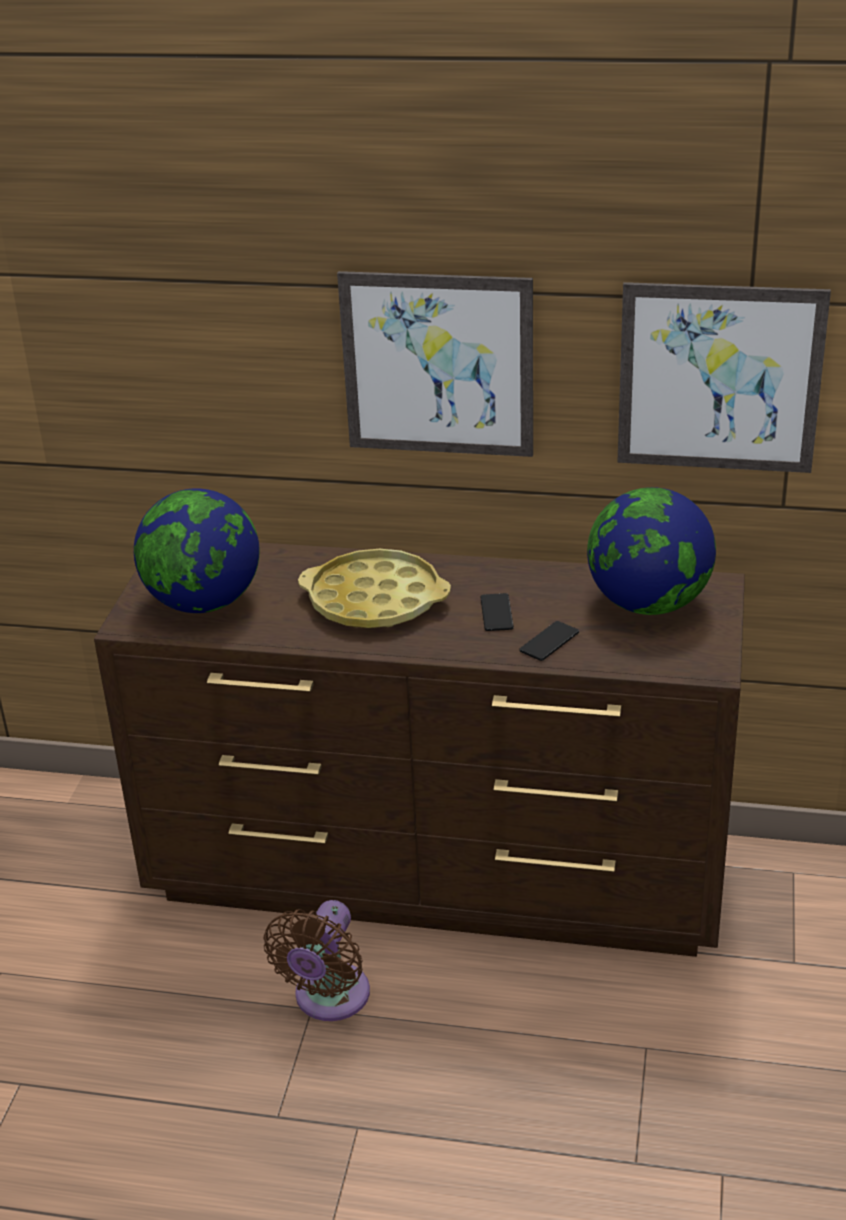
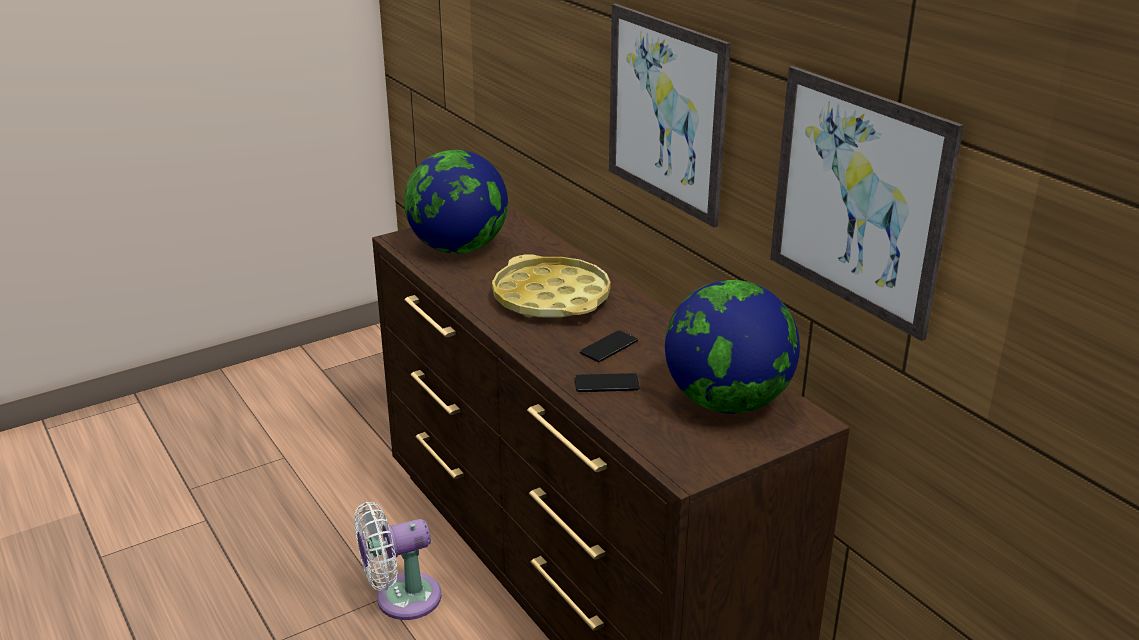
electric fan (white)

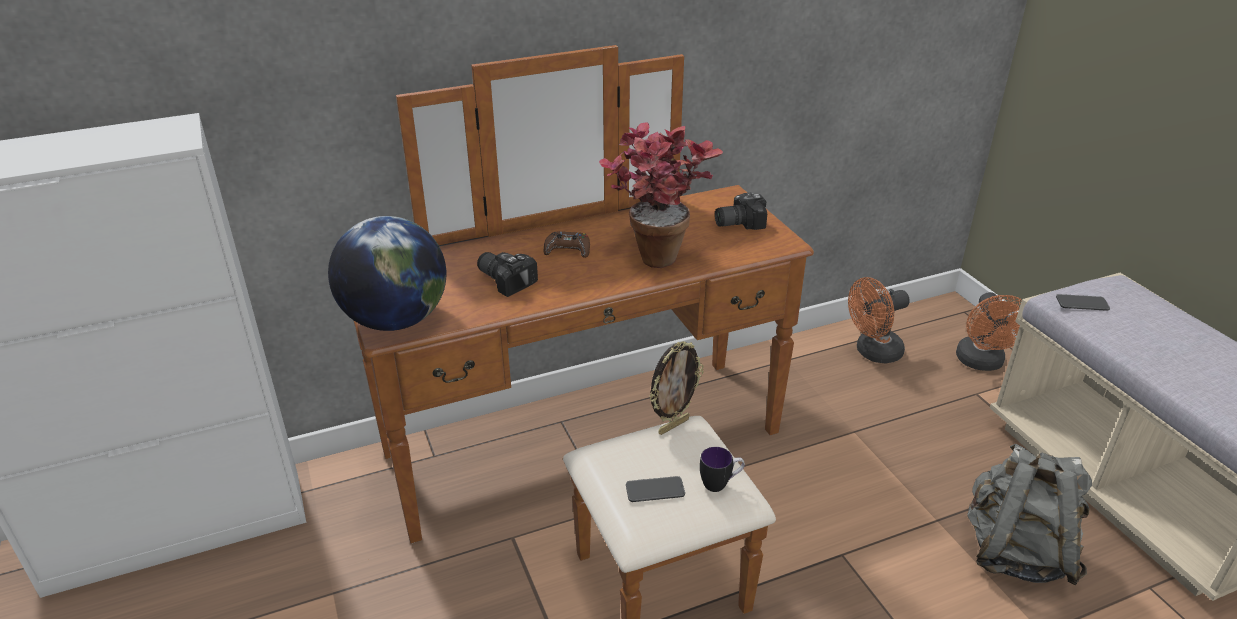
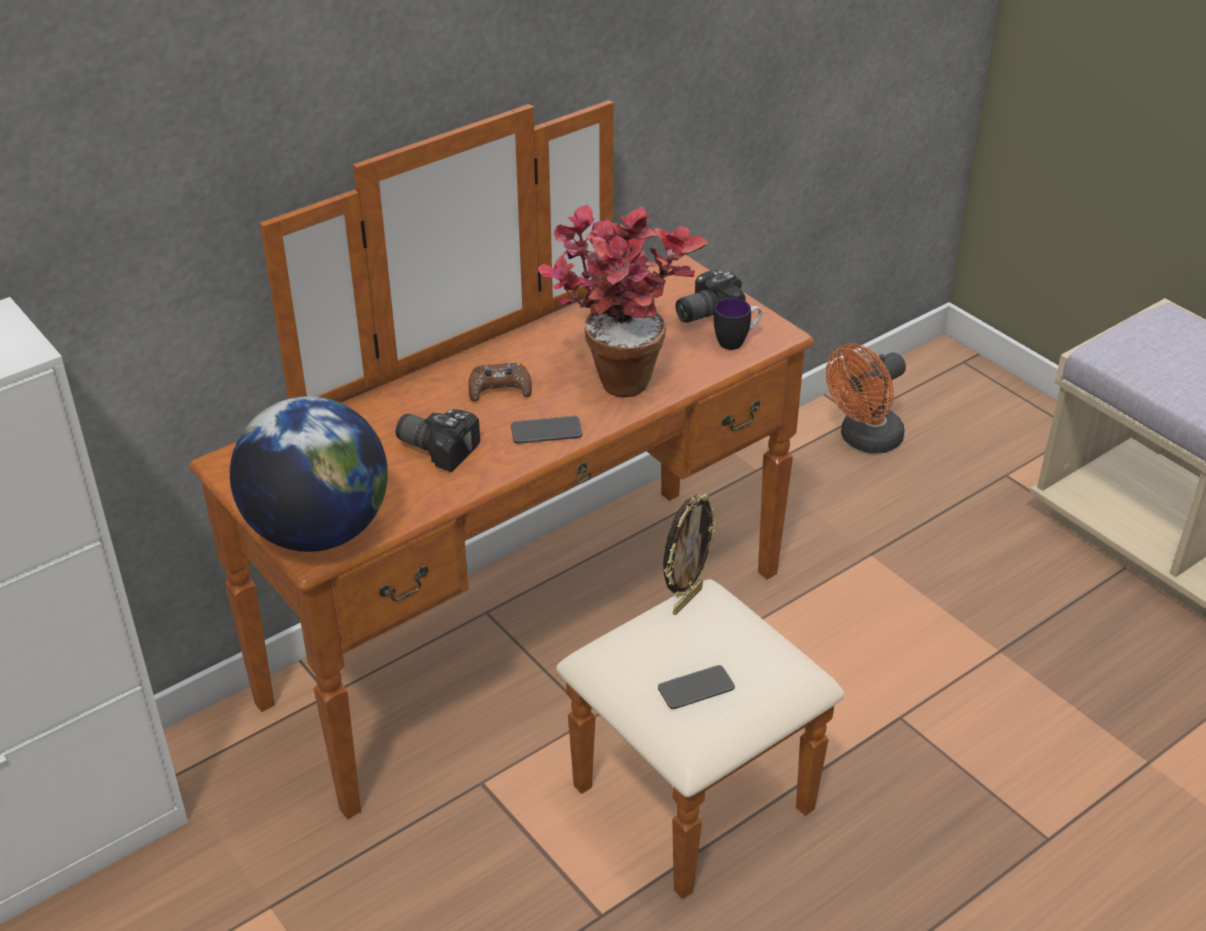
electric fan (orange) (no. 2 from left in the first image)
handset (no. 1 from left)
backpack (grey)
tea mug

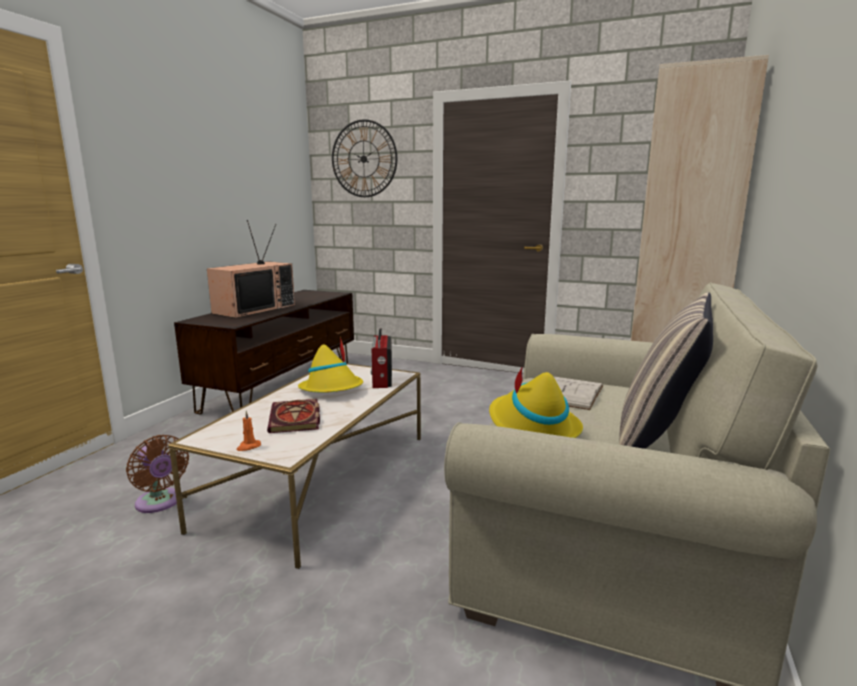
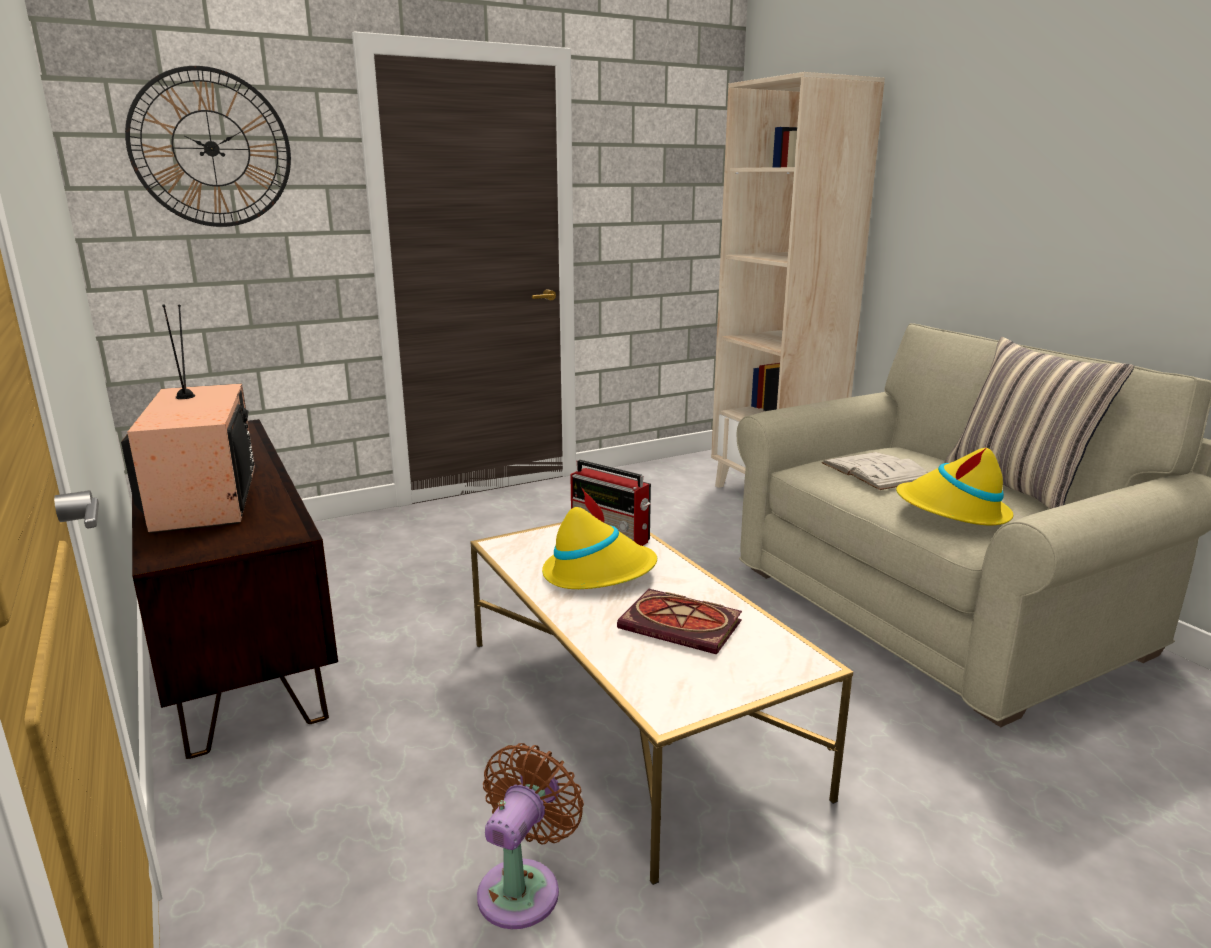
candle (orange)
electric fan (brown)

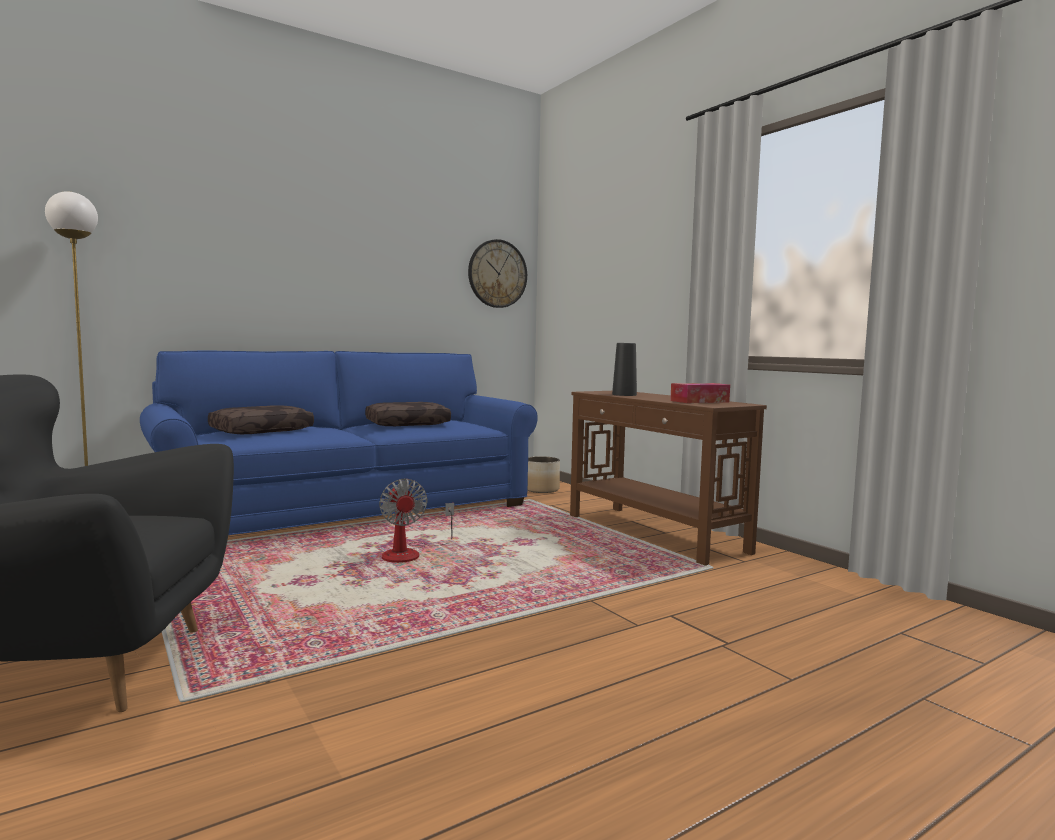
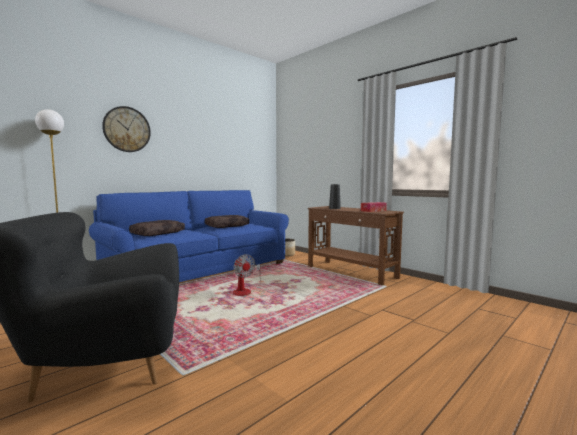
wall clock

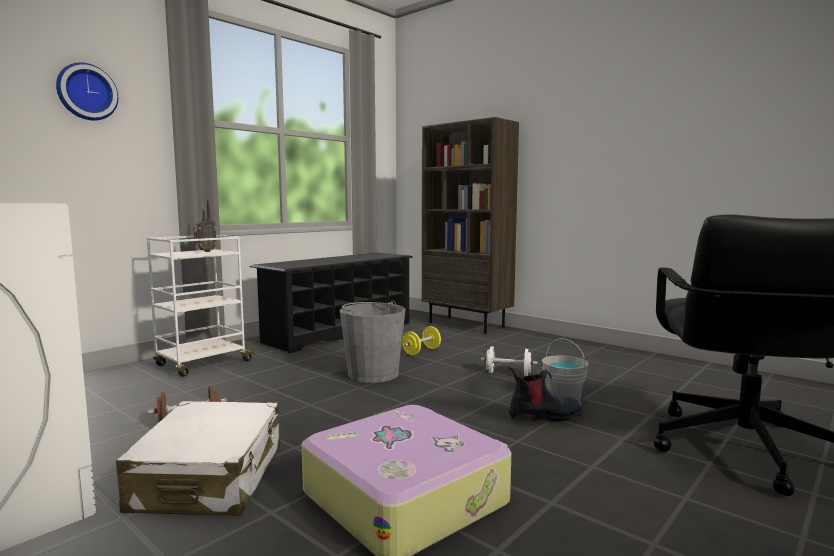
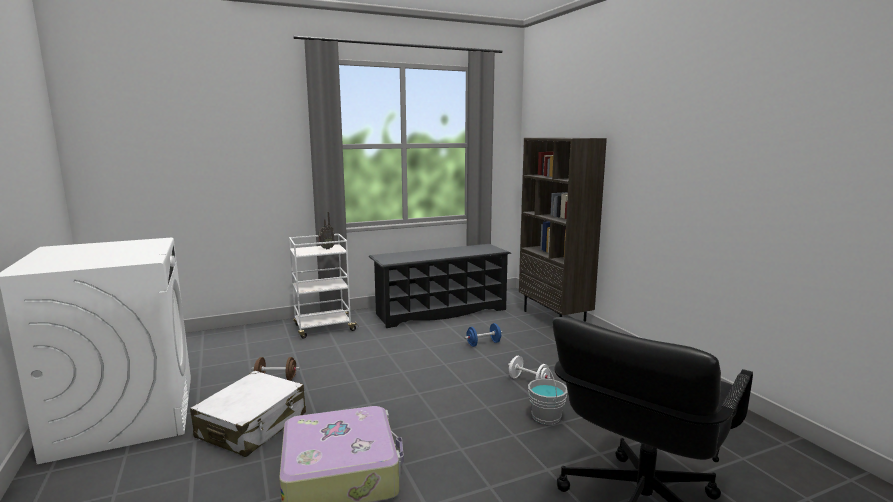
wall clock
pail (grey) (no. 1 from left in the first image)
free weight (bluish)
high-top boot

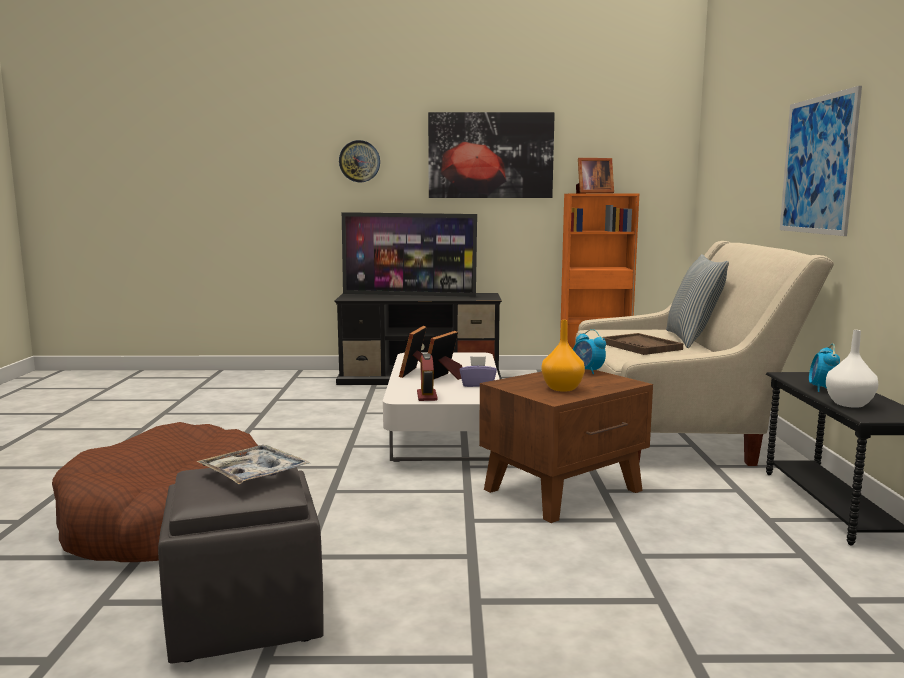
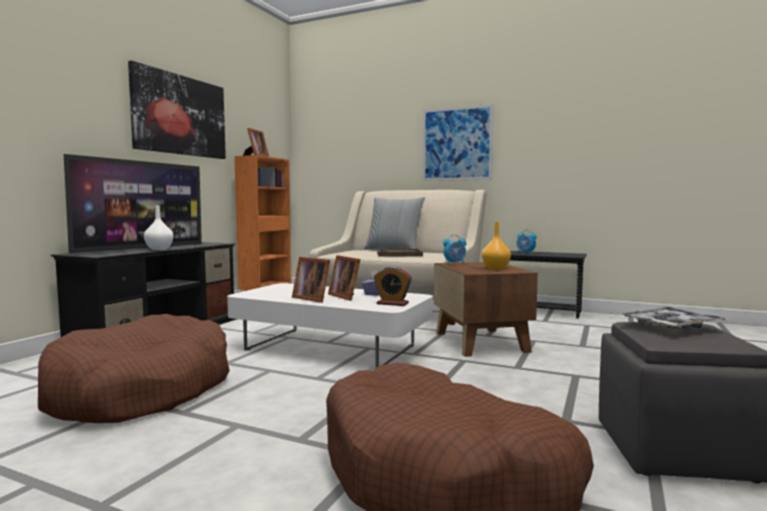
wall clock
vase (white)
pet bed (brown) (no. 1 from left)

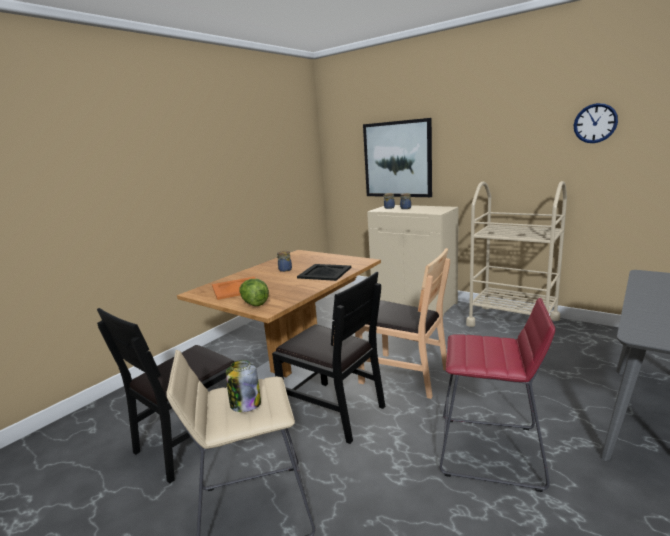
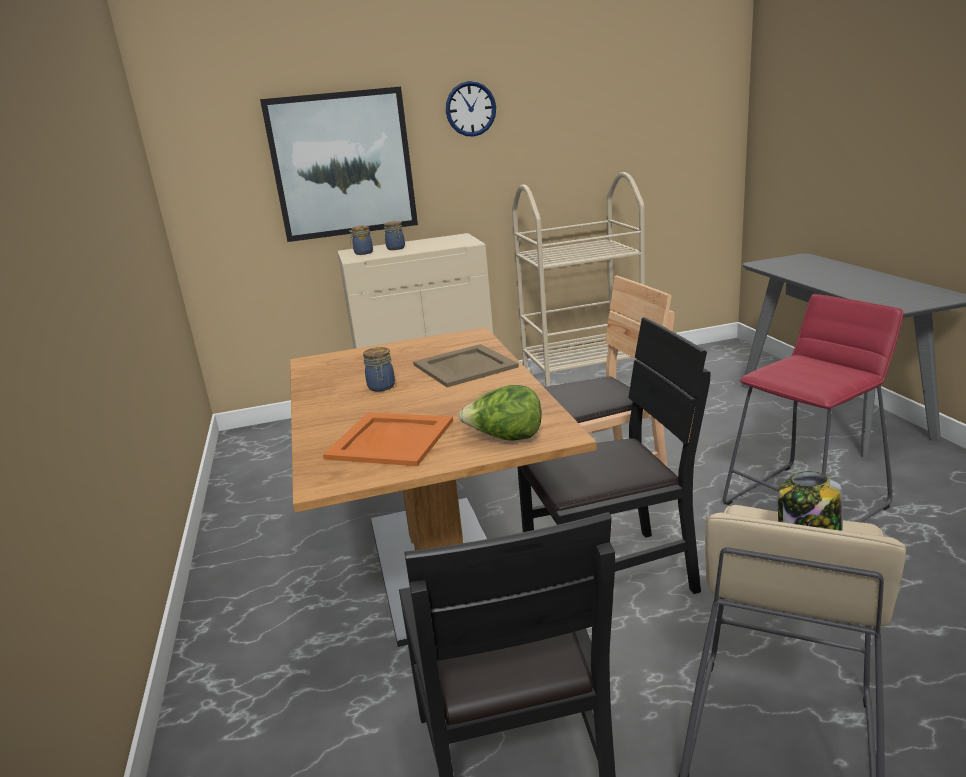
wall clock
serving tray (beige-coloured)

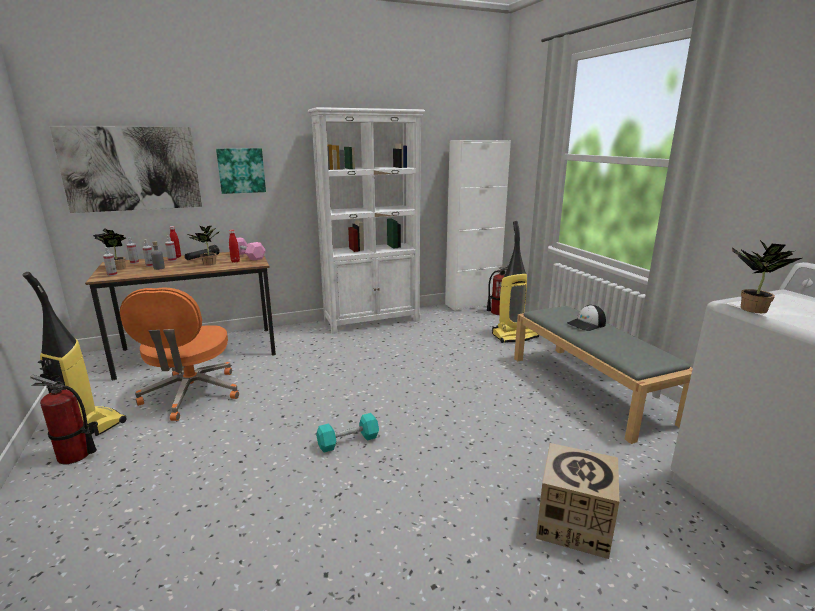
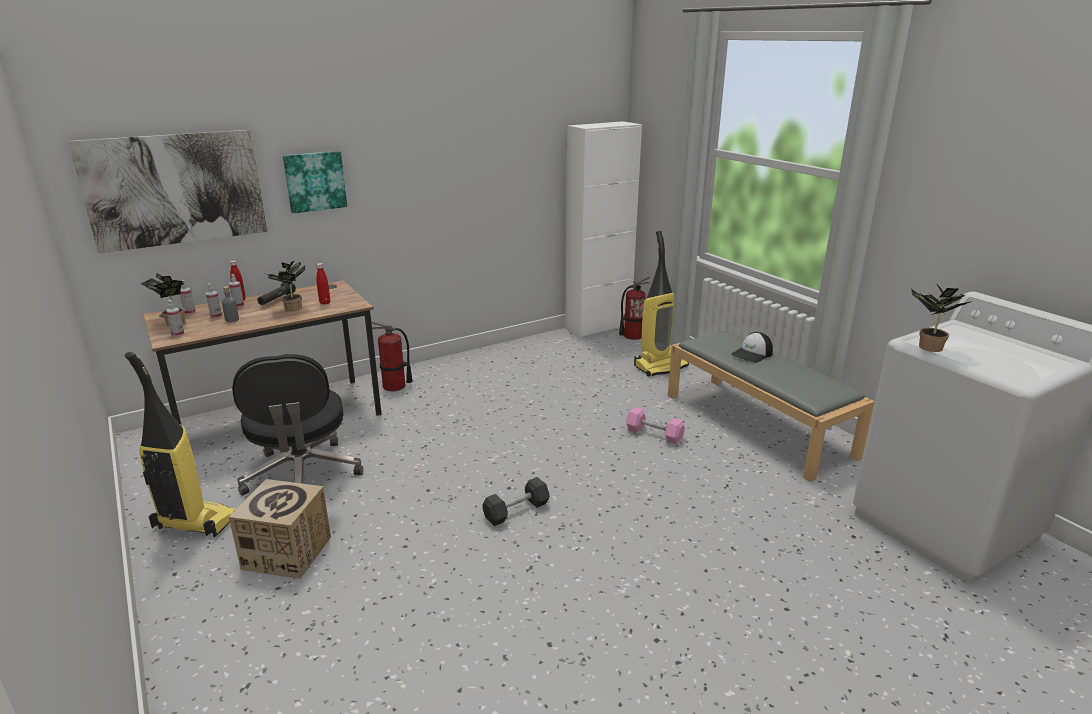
bookcase (white)
free weight (pink-coloured)
office chair (blackish)
fire-fighting cylinder (no. 1 from left)
free weight (blackish)
carton

